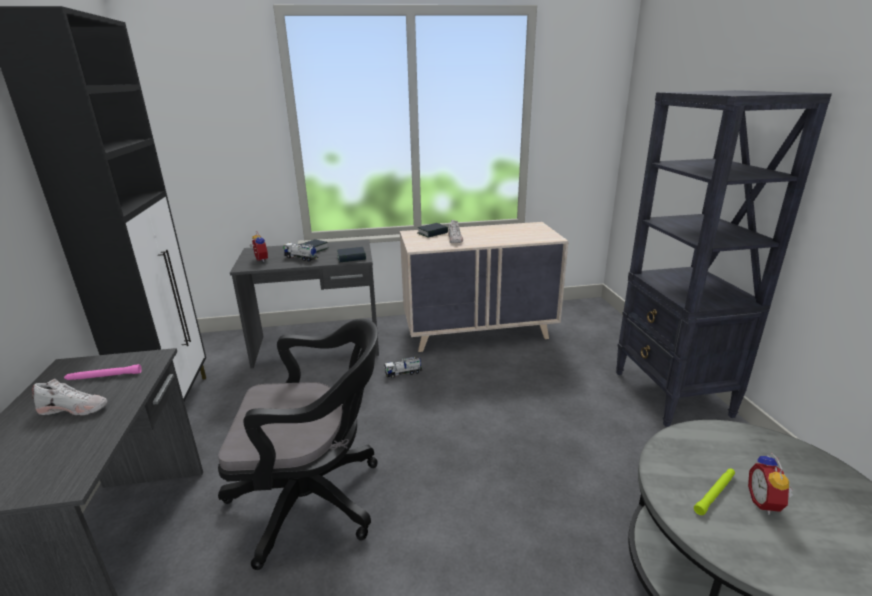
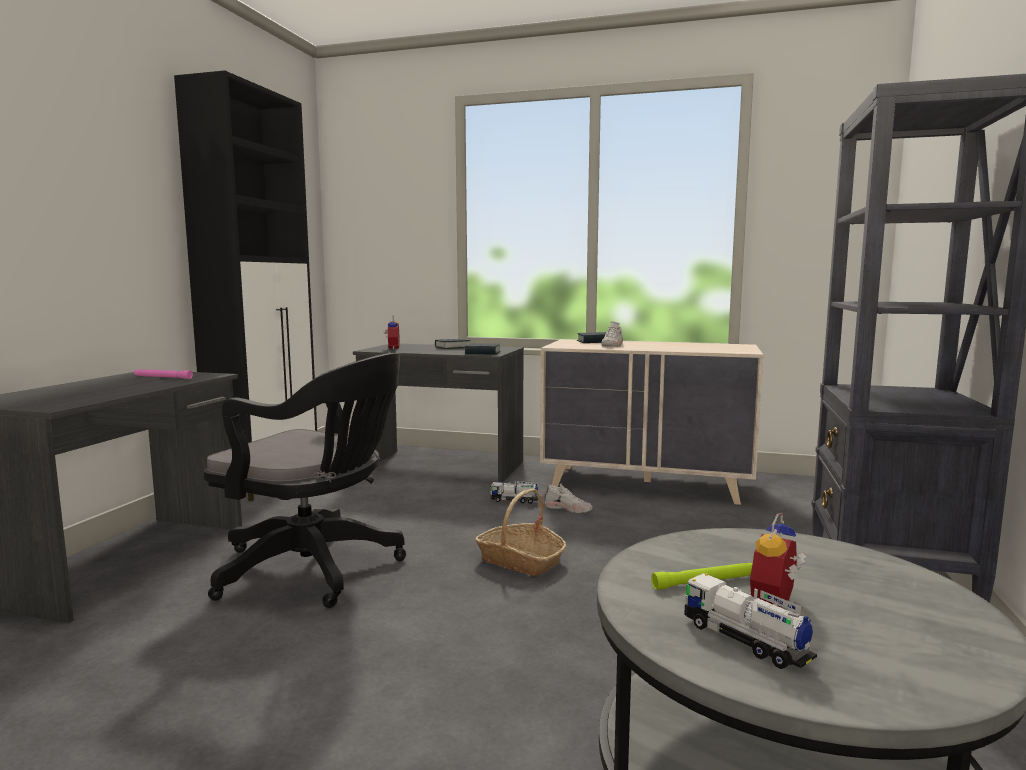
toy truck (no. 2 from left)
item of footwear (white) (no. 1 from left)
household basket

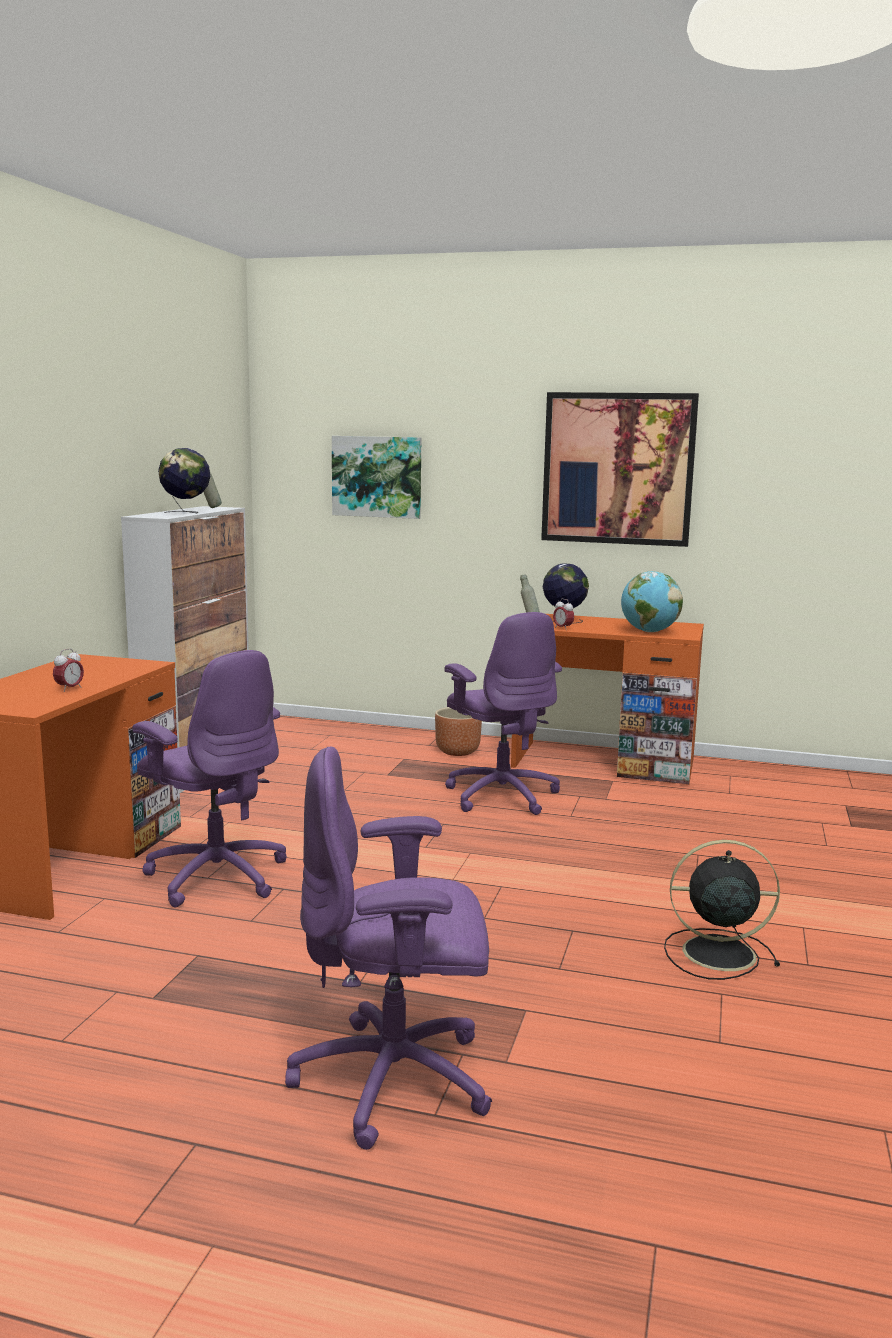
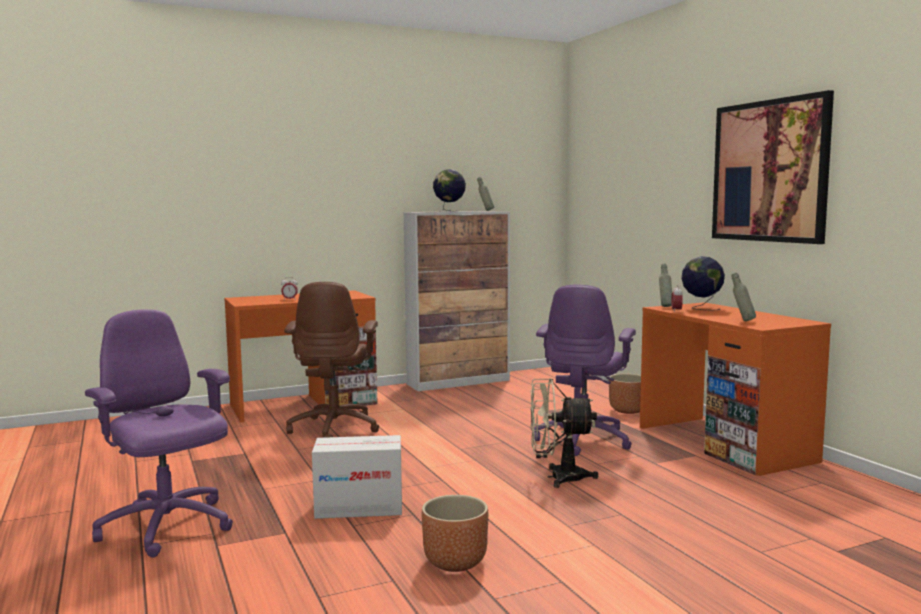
picture (no. 1 from left in the first image)
beverage bottle (grey) (no. 3 from left)
office chair (brown)
flower pot (brown) (no. 1 from left)
electric fan (beige-coloured)
carton

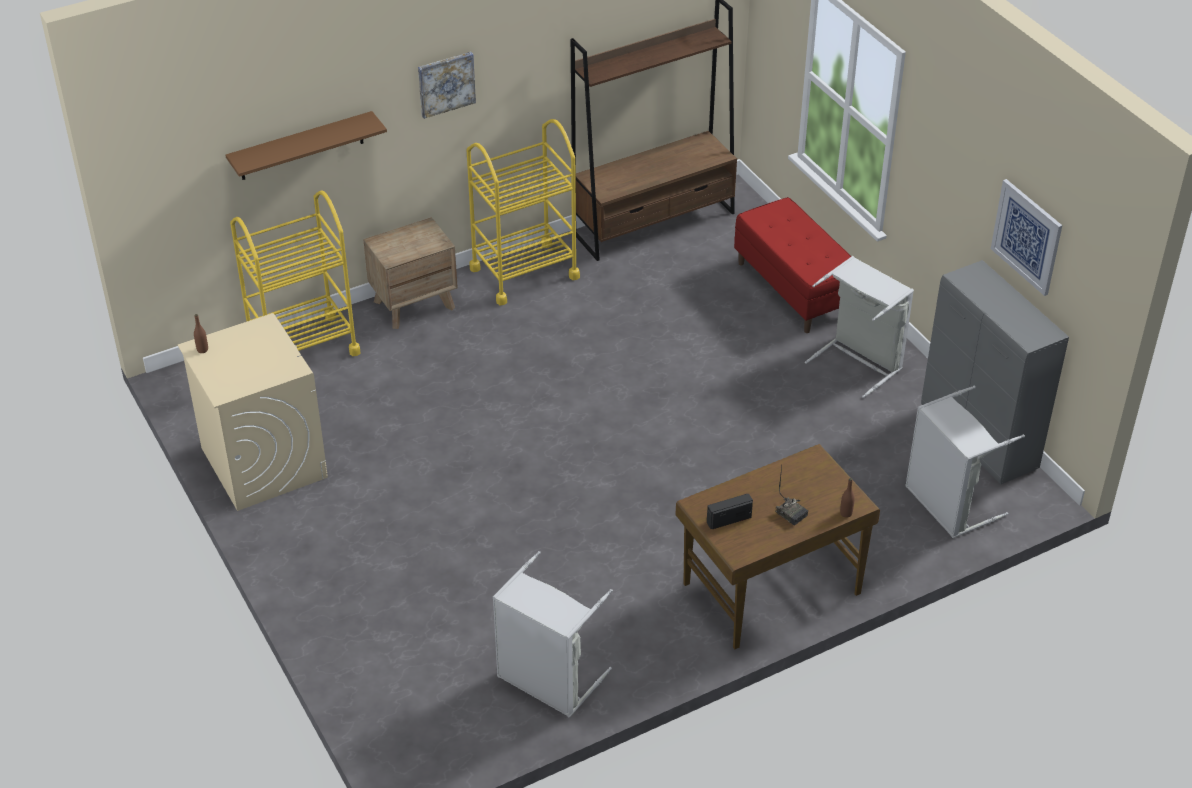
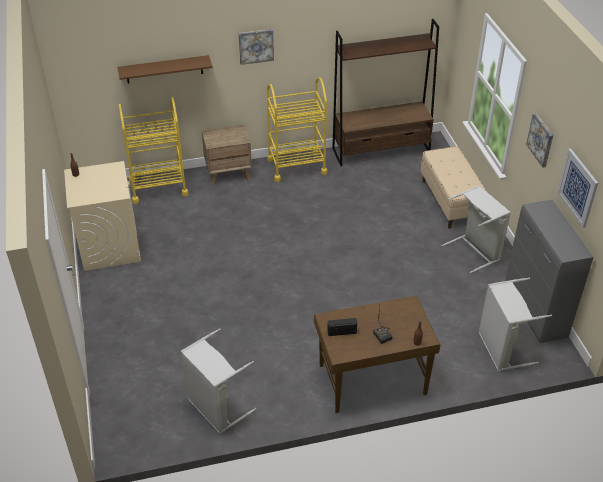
bench (beige-coloured)
picture (no. 2 from left)

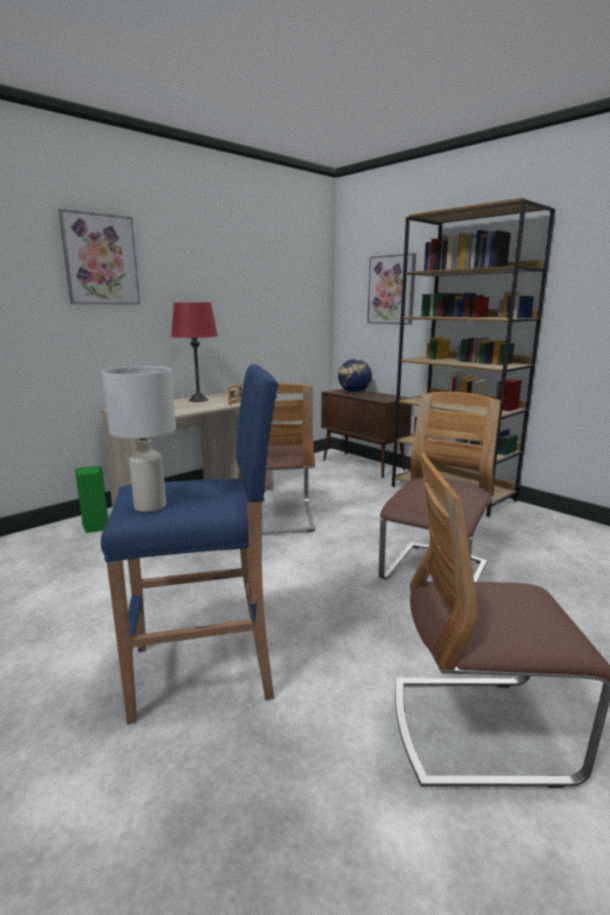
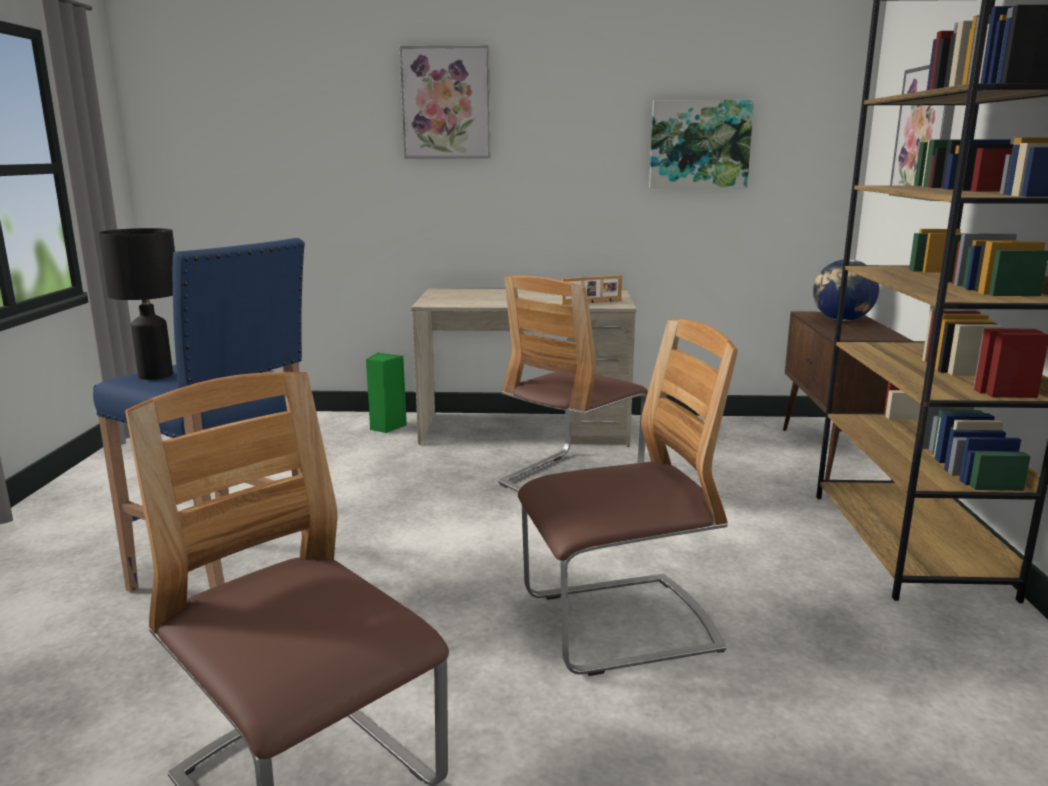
tabletop lamp (reddish)
tabletop lamp (blackish)
picture (no. 2 from left)

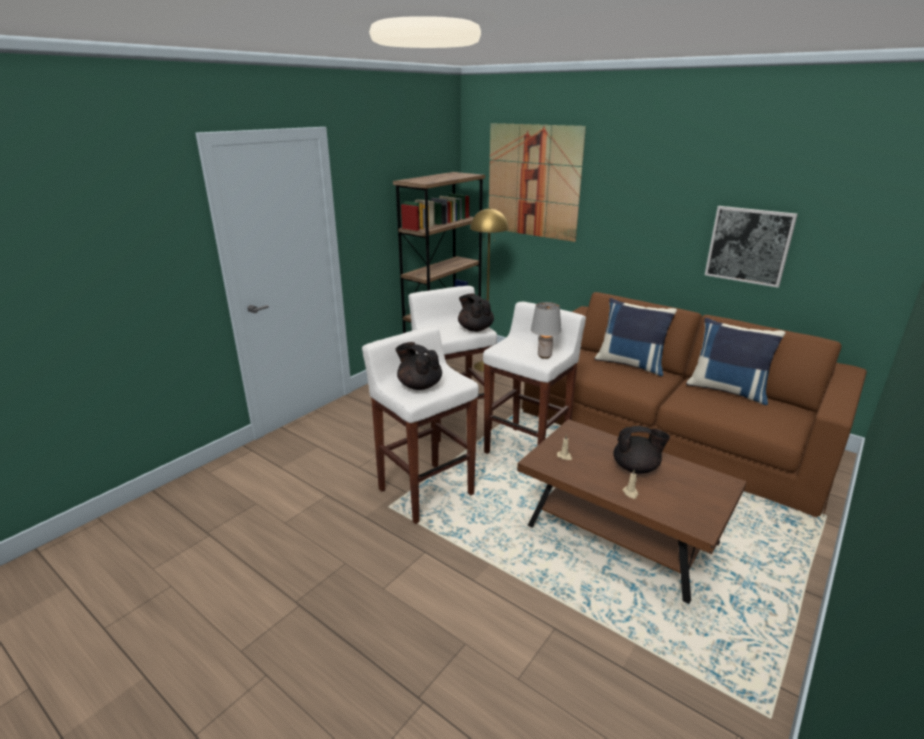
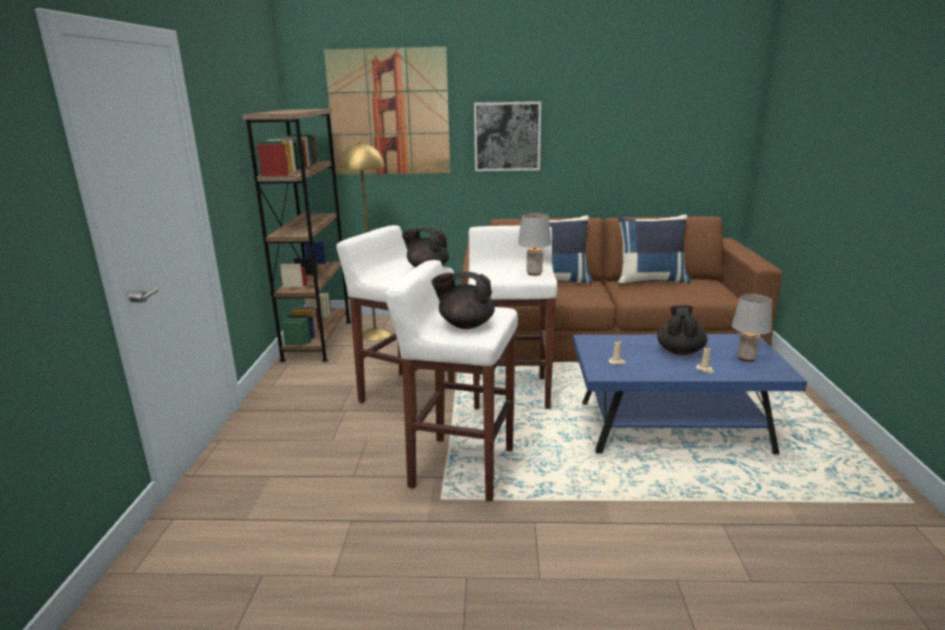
picture (no. 2 from left)
coffee table (bluish)
pot for tea (blackish) (no. 3 from left)
tabletop lamp (grey) (no. 2 from left)

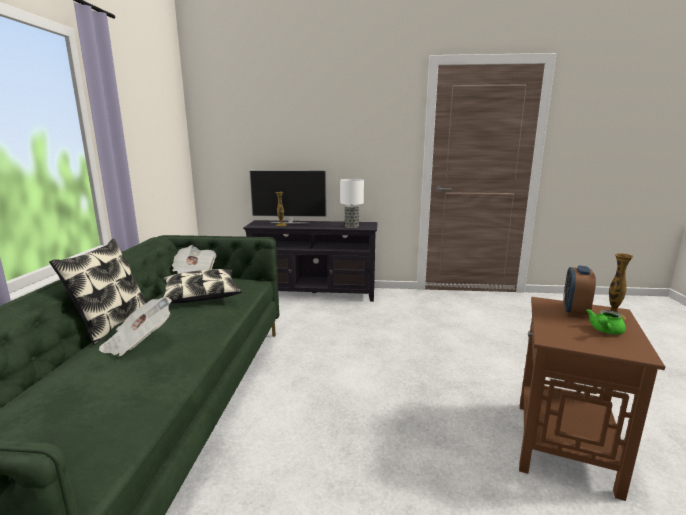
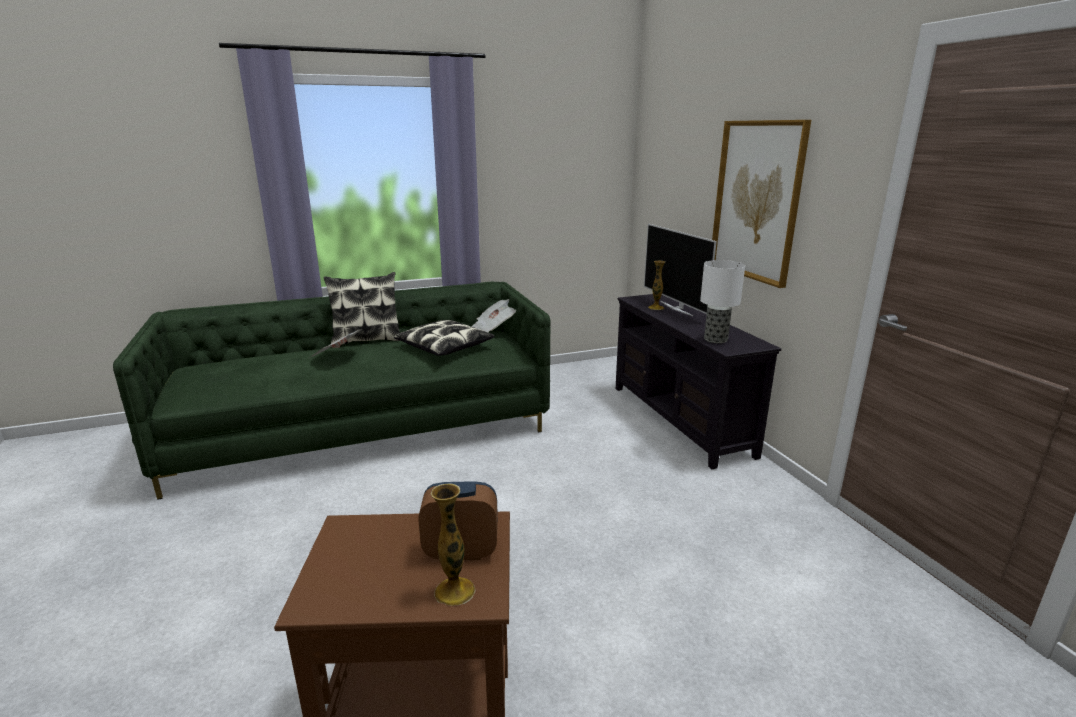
pot for tea (green-coloured)
picture

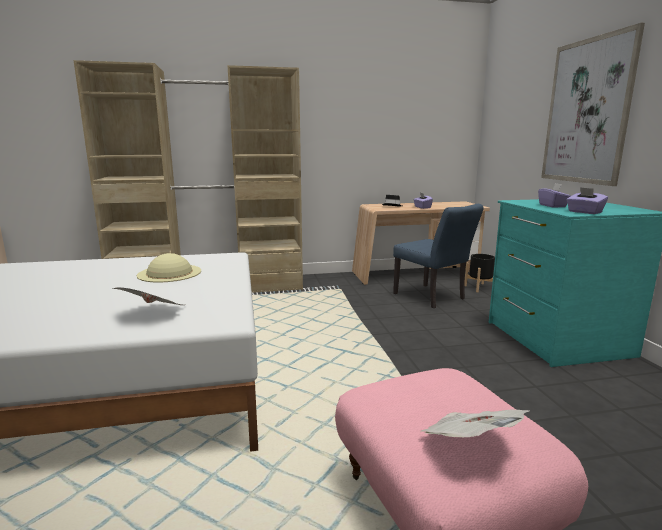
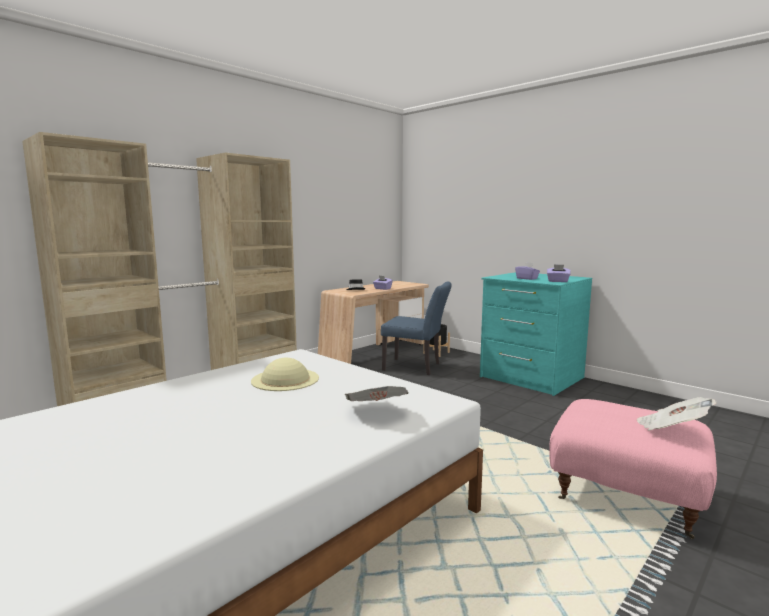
picture

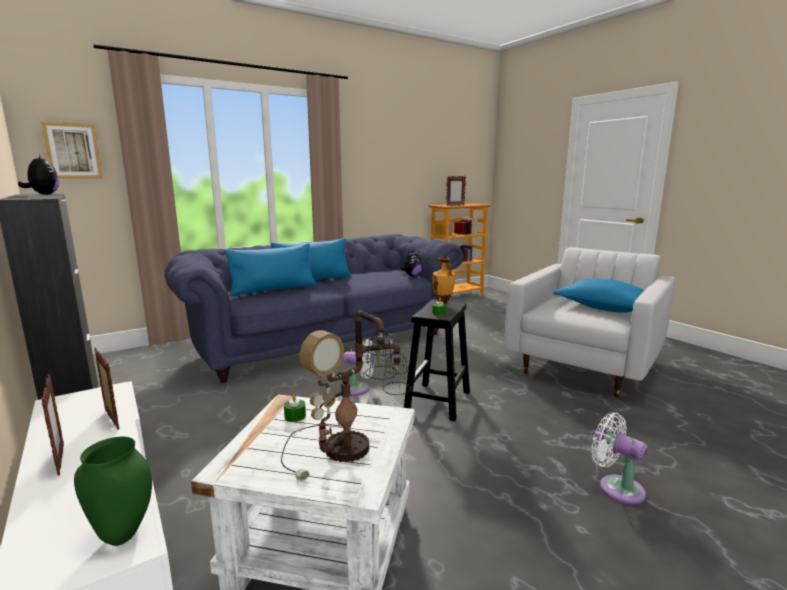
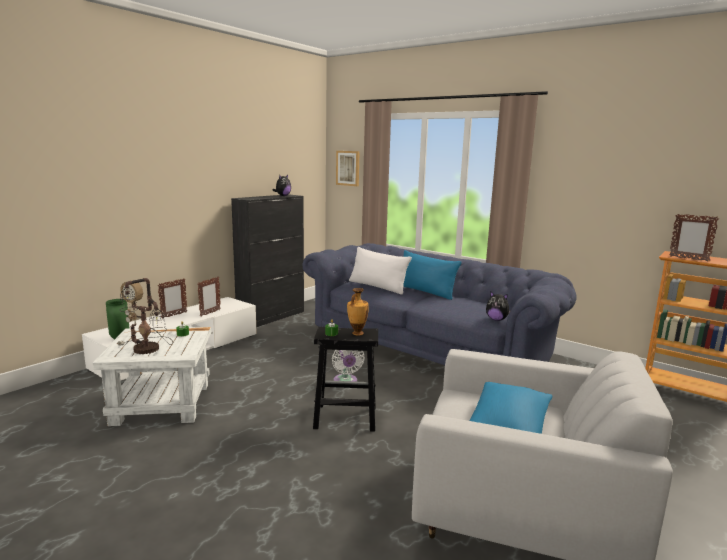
cushion (white)
electric fan (white) (no. 2 from left in the first image)

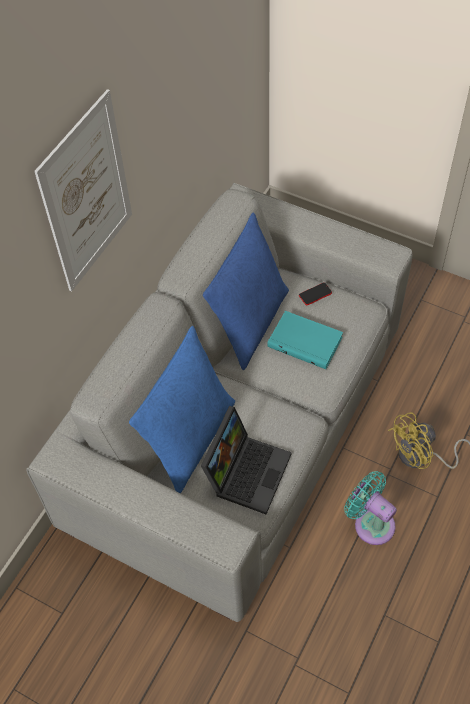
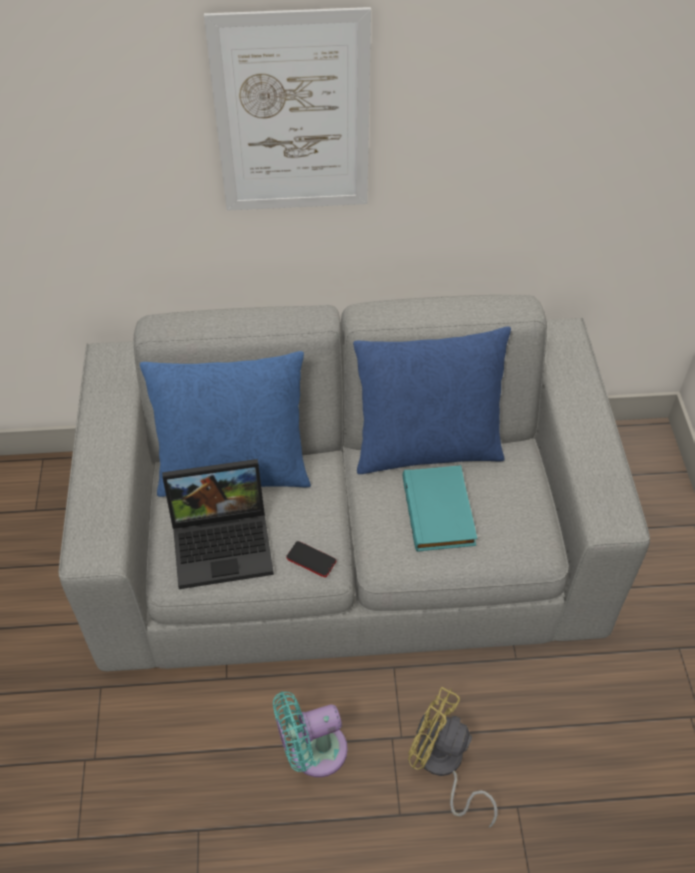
handset
electric fan (turquoise)

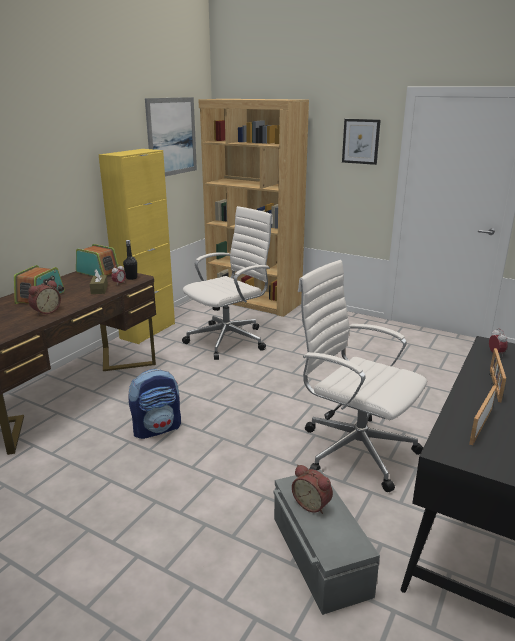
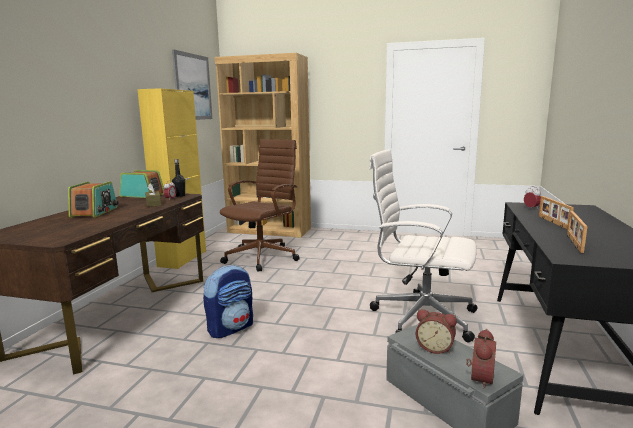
picture (no. 2 from left in the first image)
office chair (brown)
table clock (no. 3 from left)

